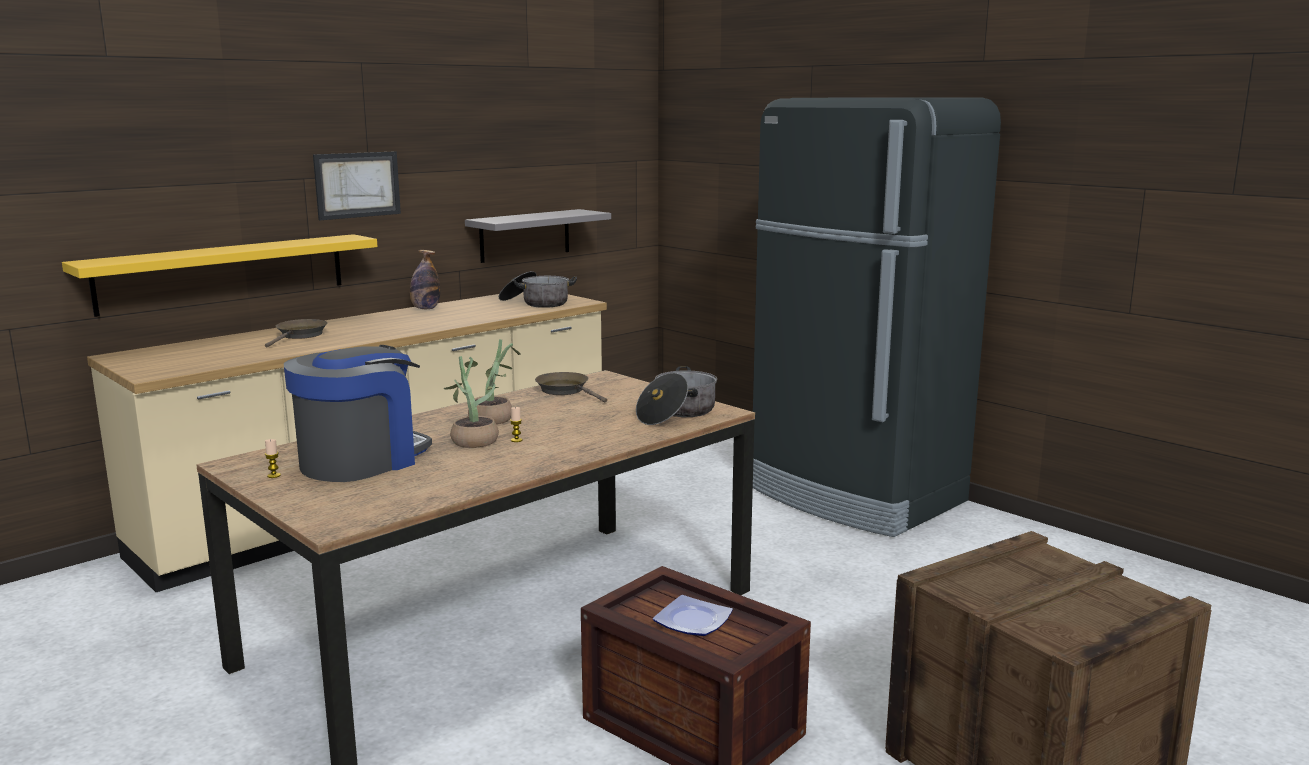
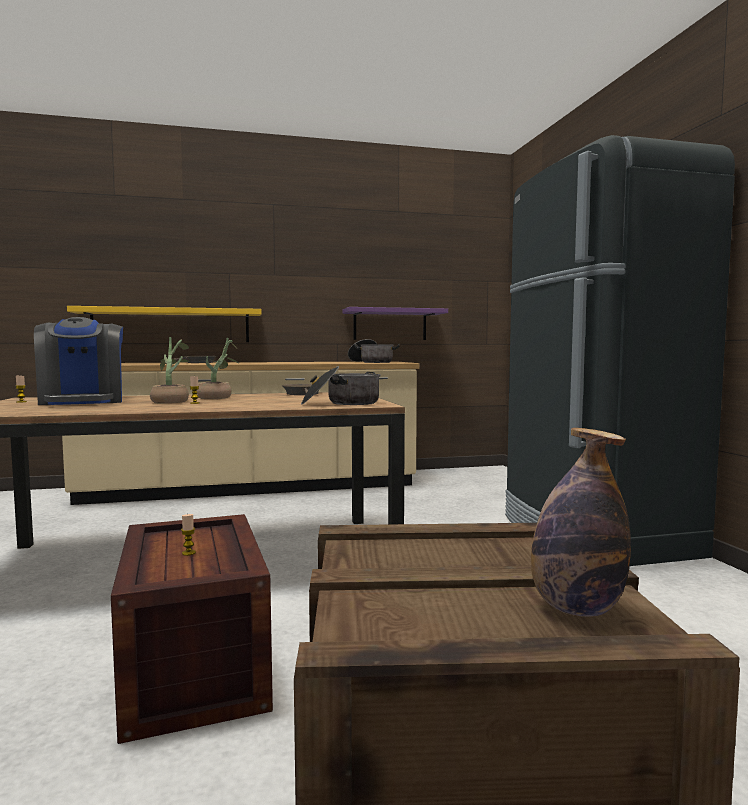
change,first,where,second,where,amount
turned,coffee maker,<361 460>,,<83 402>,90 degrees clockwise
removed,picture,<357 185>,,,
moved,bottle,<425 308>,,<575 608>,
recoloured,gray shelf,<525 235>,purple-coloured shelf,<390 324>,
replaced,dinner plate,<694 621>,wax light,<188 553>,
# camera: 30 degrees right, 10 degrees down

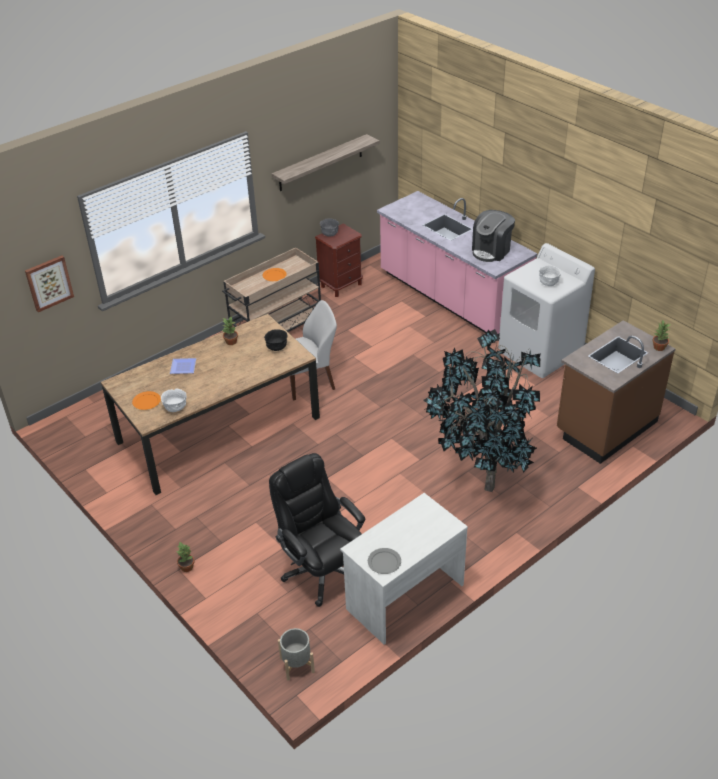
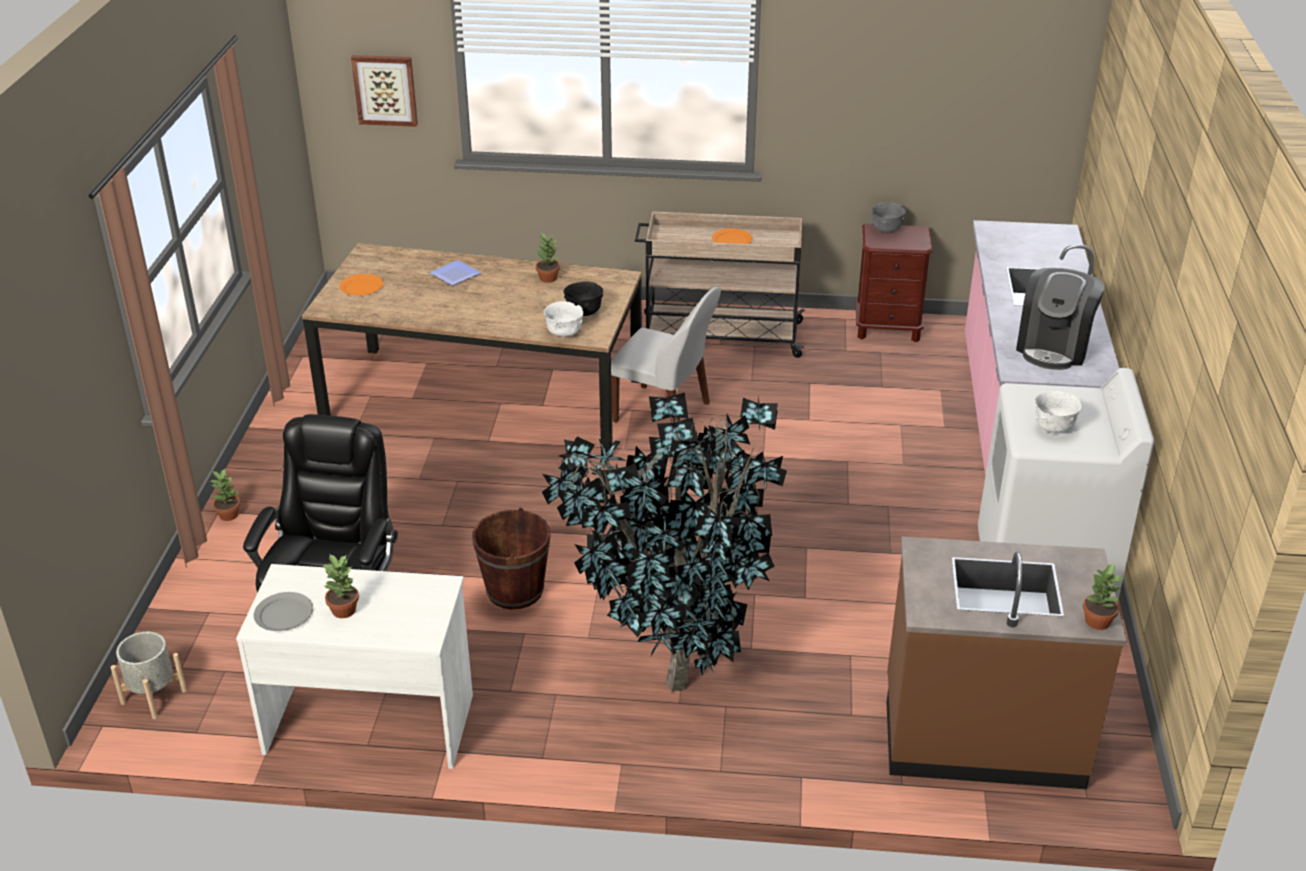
change,first,where,second,where,amount
moved,white serving bowl,<175 408>,,<564 334>,
removed,shelf,<321 163>,,,
turned,coffee maker,<491 251>,,<1053 348>,60 degrees counterclockwise
added,,,plant in a pot,<344 610>,
added,,,brownish water bucket,<515 591>,
# camera: 45 degrees right, 5 degrees down

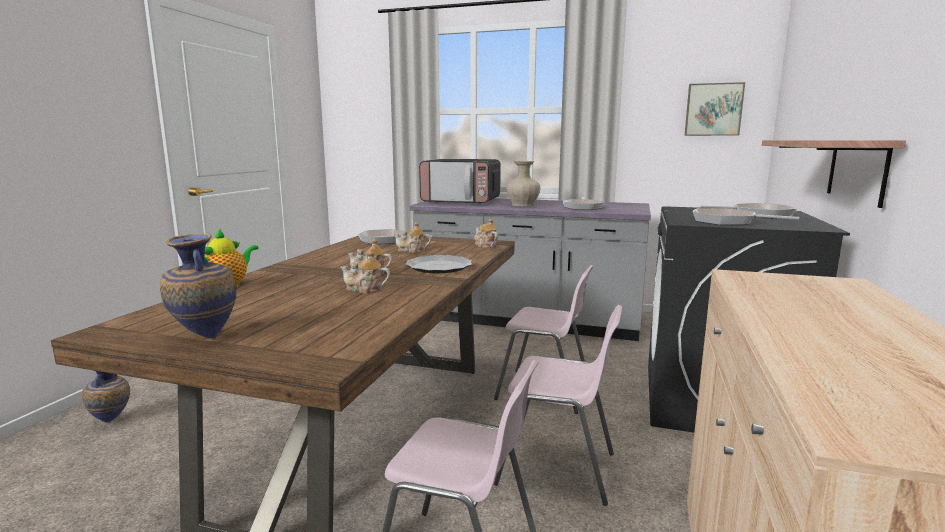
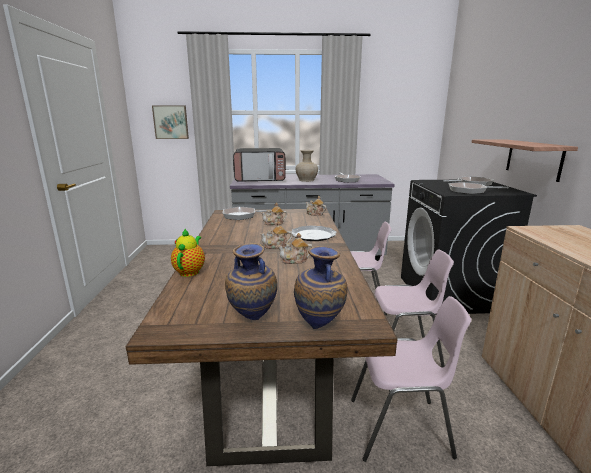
change,first,where,second,where,amount
moved,decorative vase,<111 422>,,<320 327>,
moved,picture,<713 109>,,<171 122>,
# camera: 20 degrees left, 5 degrees up

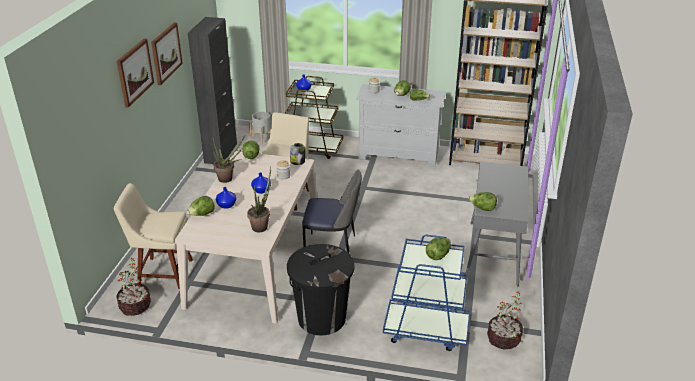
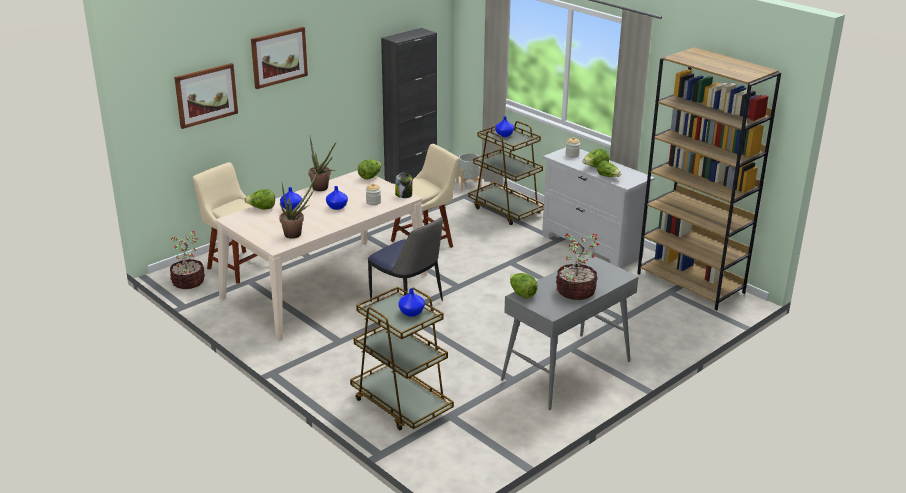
change,first,where,second,where,amount
moved,picture,<166 53>,,<206 95>,
removed,blackish waste bin,<321 318>,,,
recoloured,blue-coloured cart,<425 330>,brownish cart,<401 404>,
replaced,lettuce,<438 255>,blue-coloured decorative vase,<411 312>,
moved,plant in a pot,<504 340>,,<575 292>,
# camera: 35 degrees right, 5 degrees down

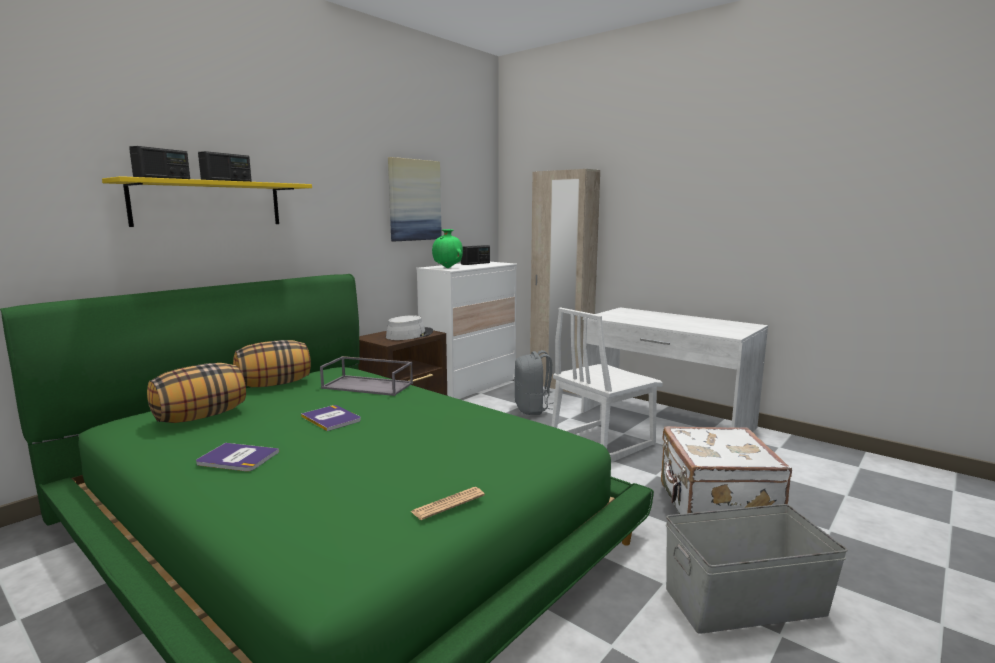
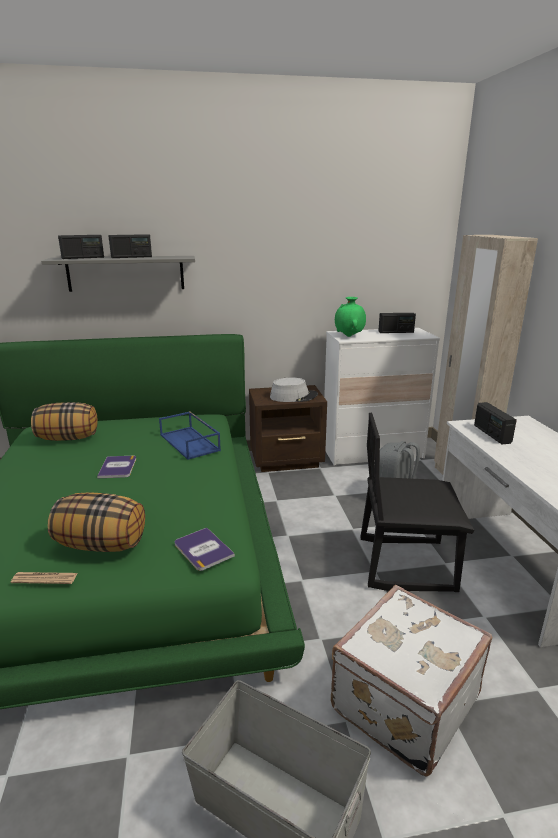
change,first,where,second,where,amount
recoloured,yellow-coloured shelf,<208 204>,gray shelf,<126 273>,
moved,volume,<237 458>,,<203 550>,
moved,cushion,<275 384>,,<102 544>,
recoloured,gray tray,<369 385>,blue-coloured tray,<190 442>,
removed,picture,<414 200>,,,
recoloured,white chair,<601 442>,blackish chair,<405 563>,
added,,,radio set,<491 434>,
# camera: 40 degrees right, 10 degrees up

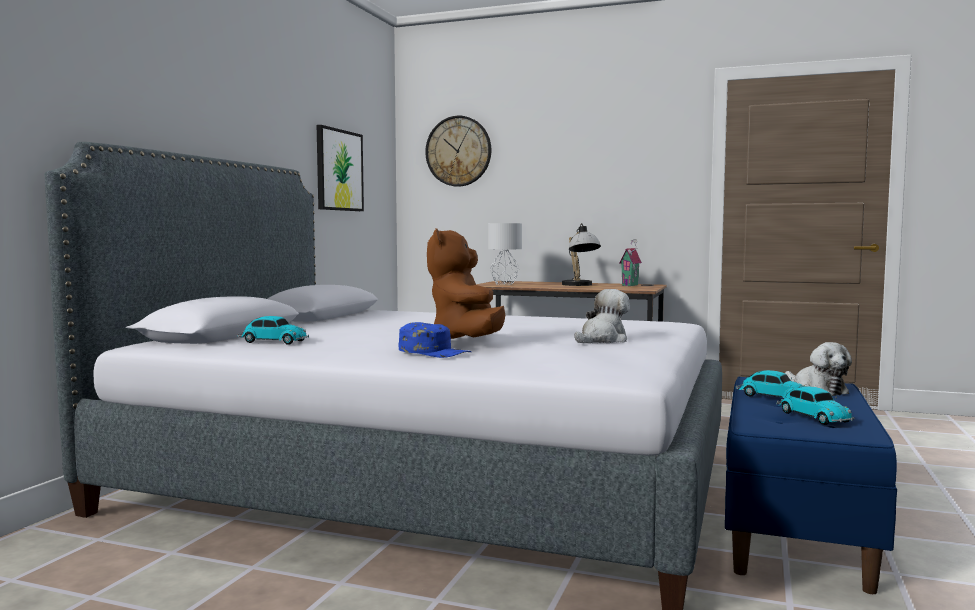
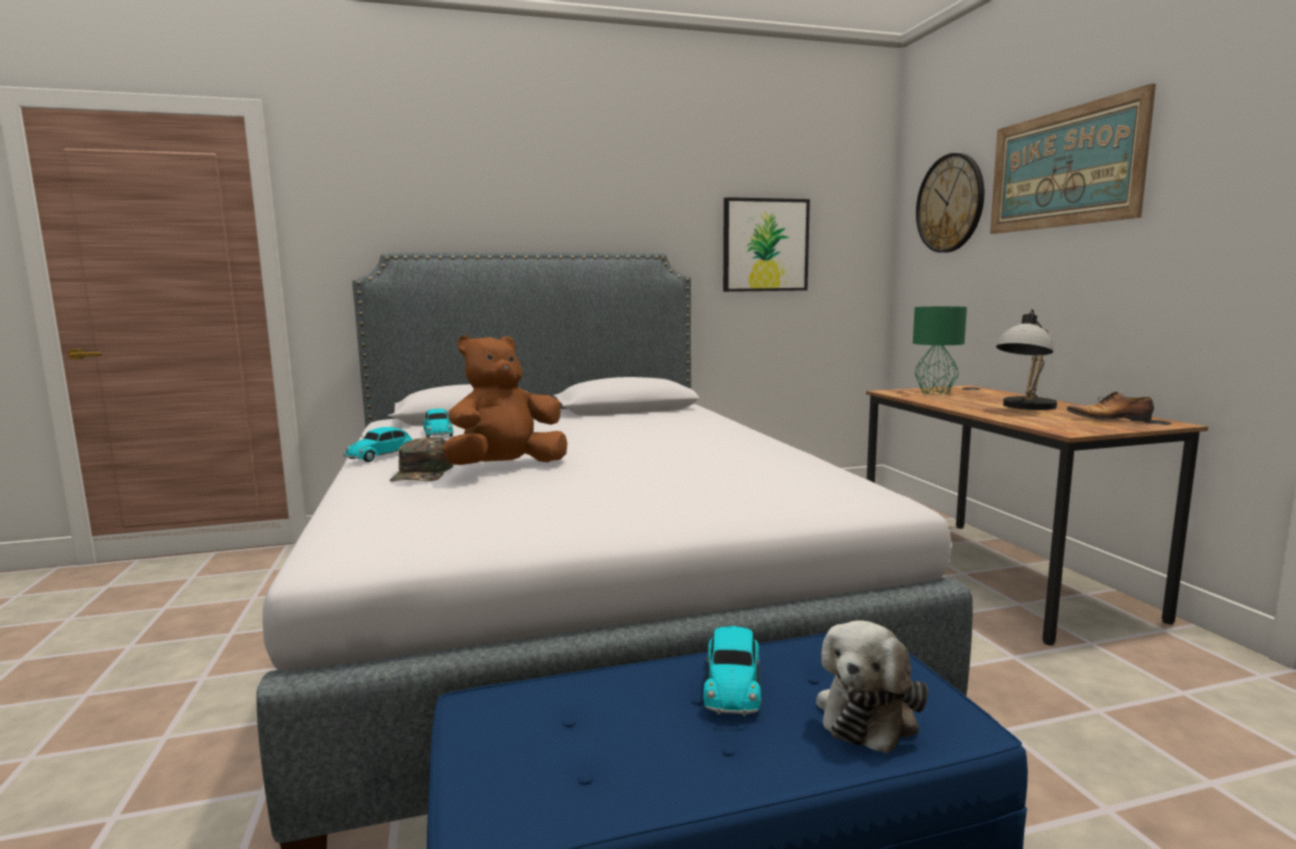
change,first,where,second,where,amount
recoloured,blue-coloured baseball cap,<434 352>,green baseball cap,<423 472>,
recoloured,gray table lamp,<504 284>,green table lamp,<934 392>,
removed,plush toy,<602 340>,,,
replaced,miniature house,<631 285>,item of footwear,<1110 419>,
moved,toy car,<812 417>,,<384 455>,
added,,,picture,<1063 168>,
# camera: 55 degrees right, 5 degrees up

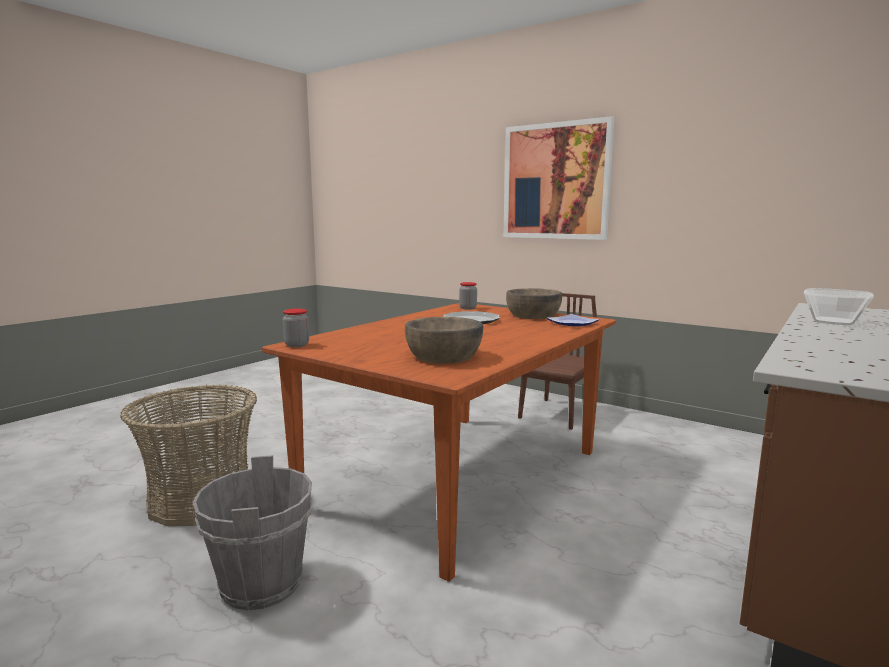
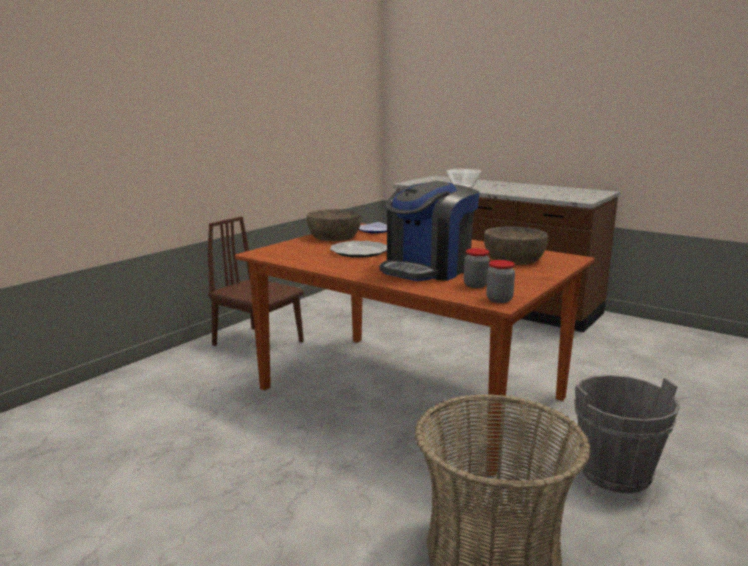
change,first,where,second,where,amount
moved,preserve jar,<468 308>,,<475 285>,
removed,picture,<556 181>,,,
added,,,coffee maker,<428 269>,
# camera: 90 degrees left, 5 degrees up

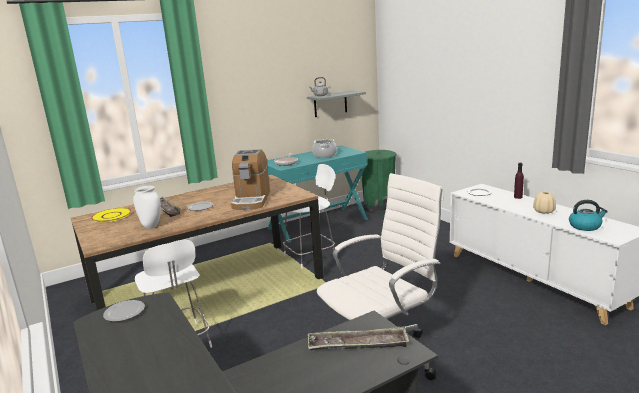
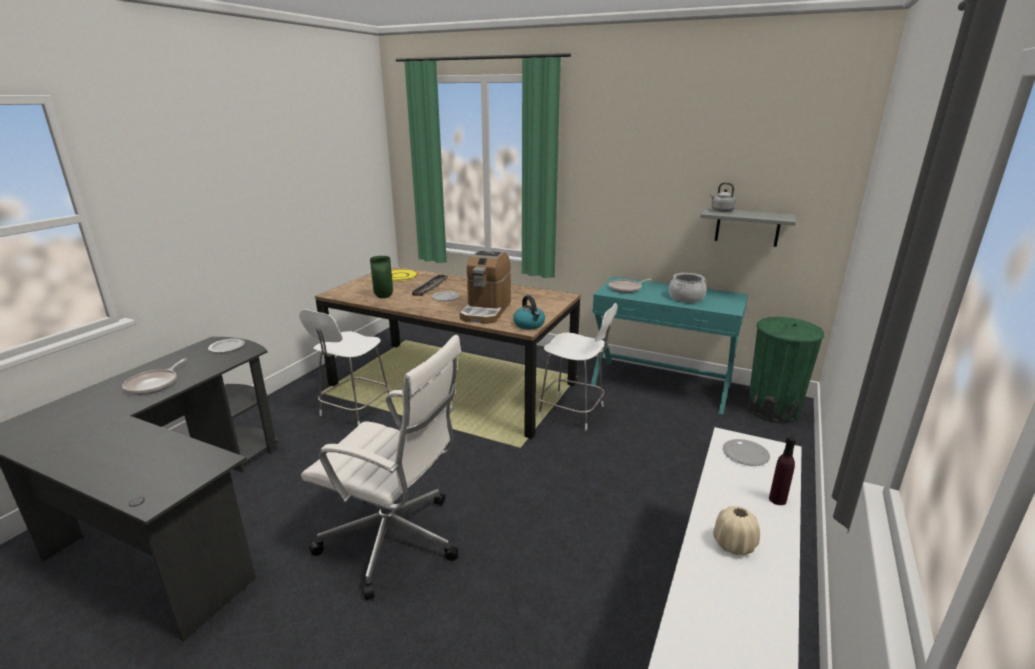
change,first,where,second,where,amount
recoloured,white decorative vase,<152 226>,green decorative vase,<384 297>,
turned,coffee maker,<251 200>,,<486 310>,45 degrees counterclockwise
removed,tray,<358 344>,,,
moved,tea kettle,<585 226>,,<529 325>,
added,,,pan,<154 384>,
# camera: 55 degrees right, 5 degrees up

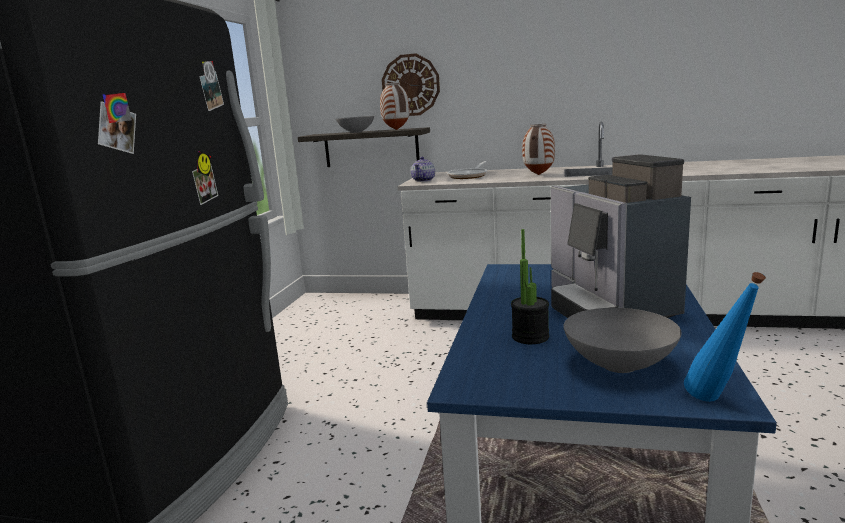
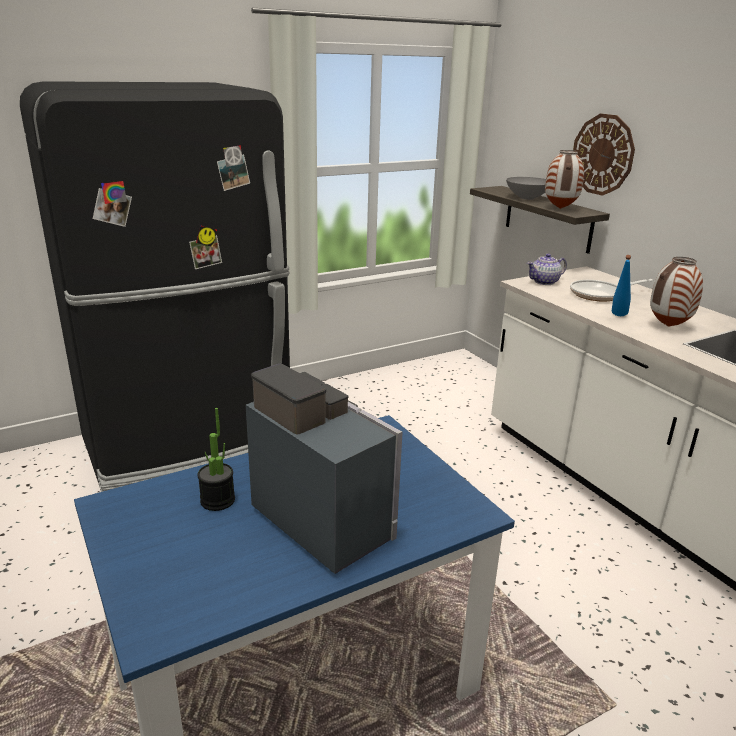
change,first,where,second,where,amount
turned,coffee maker,<607 307>,,<325 517>,105 degrees clockwise
removed,gray serving bowl,<621 366>,,,
moved,blue-coloured bottle,<717 403>,,<617 316>,
# camera: 45 degrees right, 10 degrees up

